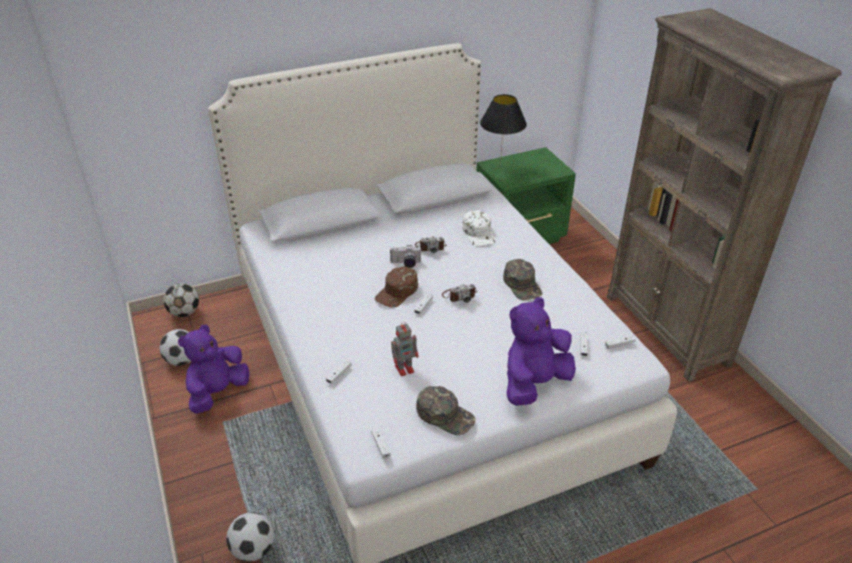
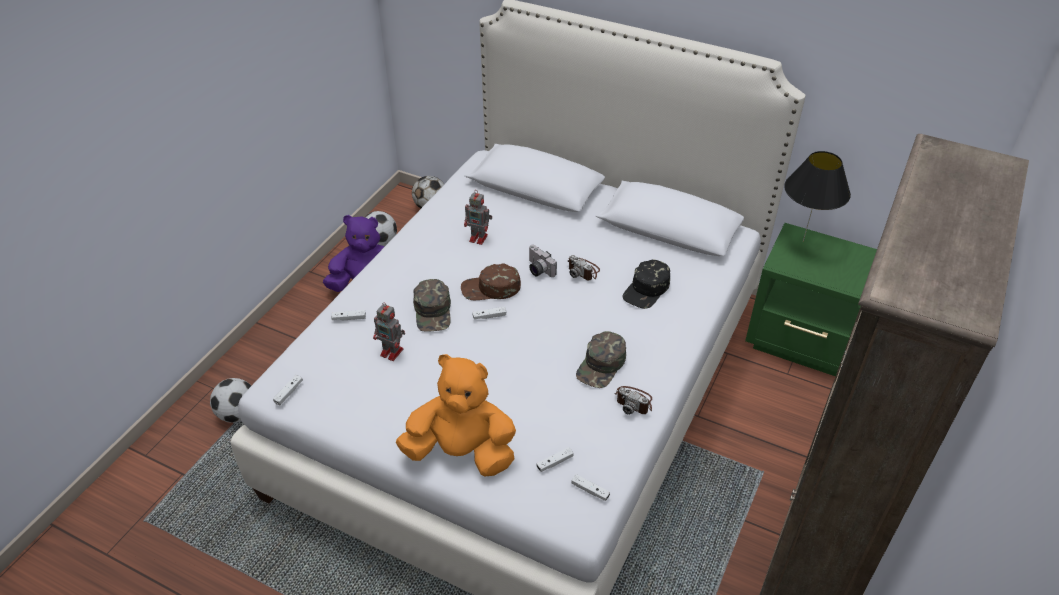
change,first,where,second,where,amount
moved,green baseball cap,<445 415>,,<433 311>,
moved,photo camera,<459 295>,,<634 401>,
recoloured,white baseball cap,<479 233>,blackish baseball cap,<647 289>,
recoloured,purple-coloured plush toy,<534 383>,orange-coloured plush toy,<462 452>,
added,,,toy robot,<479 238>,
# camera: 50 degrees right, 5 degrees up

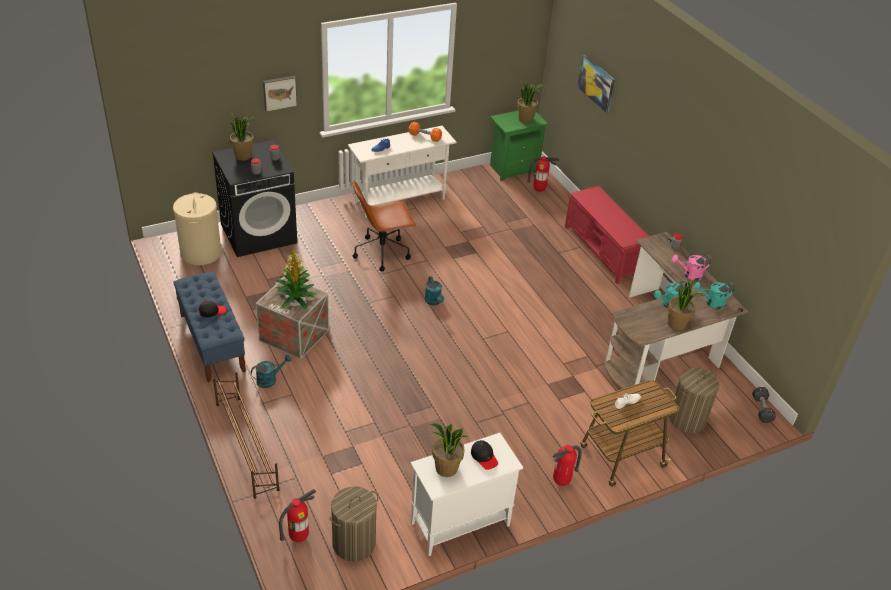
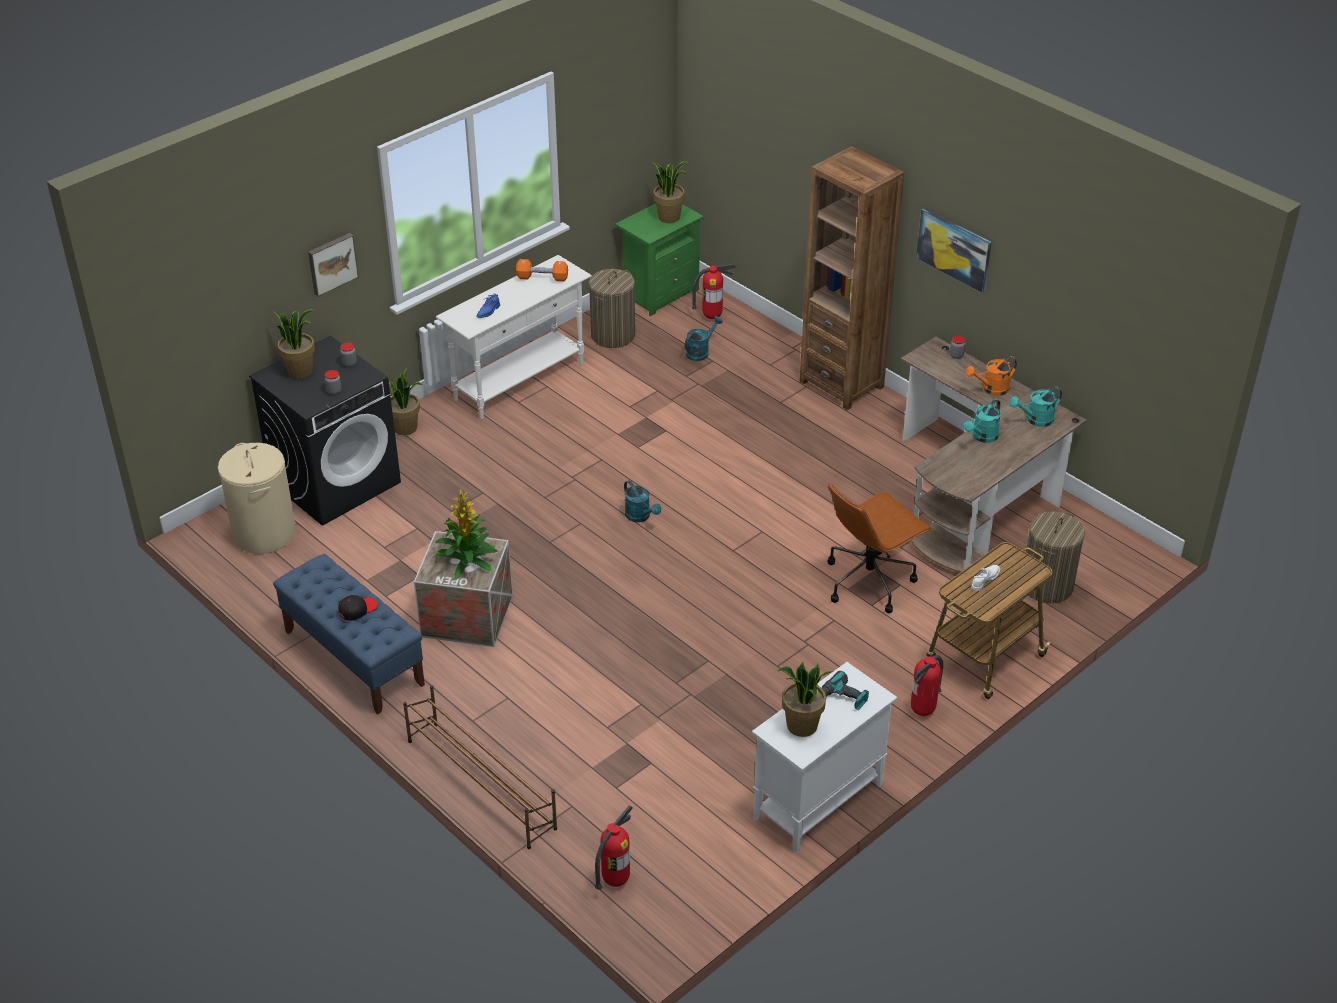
change,first,where,second,where,amount
moved,turquoise sprinkling can,<270 379>,,<700 352>,
moved,washing basket,<354 543>,,<613 335>,
moved,brownish office chair,<382 252>,,<869 581>,
replaced,blackish baseball cap,<484 457>,drill,<842 698>,
replaced,reddish long seat,<604 251>,brownish shelving unit,<841 384>,
moved,picture,<596 83>,,<954 249>,
moved,plant in a pot,<677 324>,,<406 428>,
recoloured,pink sprinkling can,<689 275>,orange-coloured sprinkling can,<991 389>,
removed,blackish hand weight,<761 409>,,,
# camera: 15 degrees left, 0 degrees up

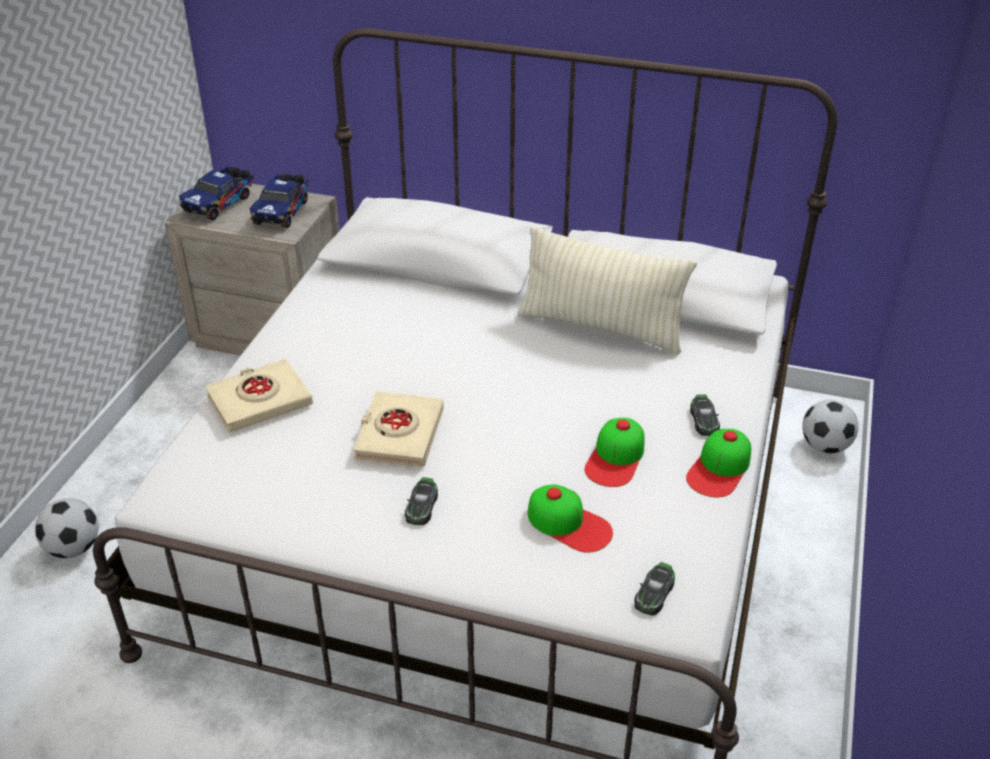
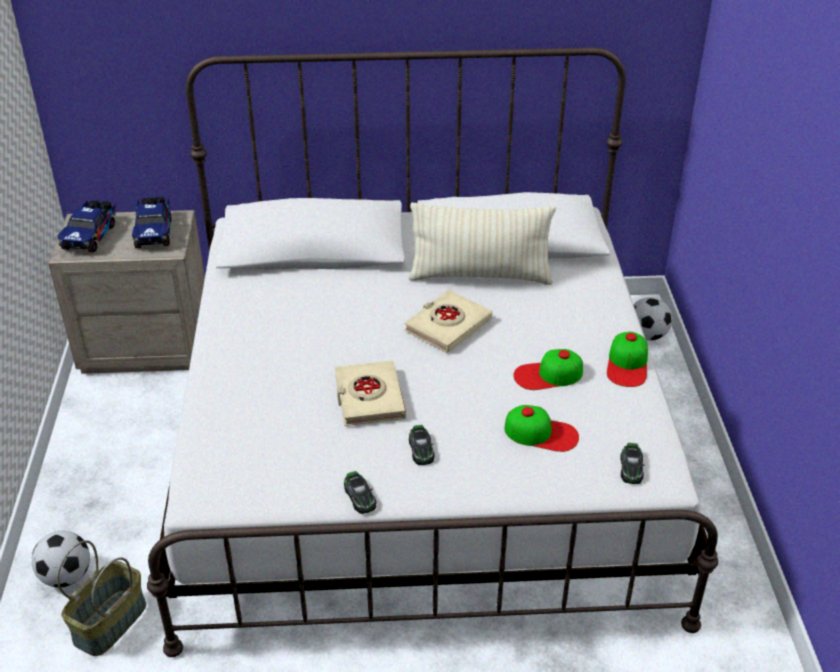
change,first,where,second,where,amount
moved,sand-coloured volume,<259 401>,,<447 326>,
turned,baseball cap,<616 458>,,<548 375>,75 degrees clockwise
moved,toy car,<704 420>,,<359 496>,
added,,,basket,<109 622>,
# camera: 20 degrees left, 0 degrees up

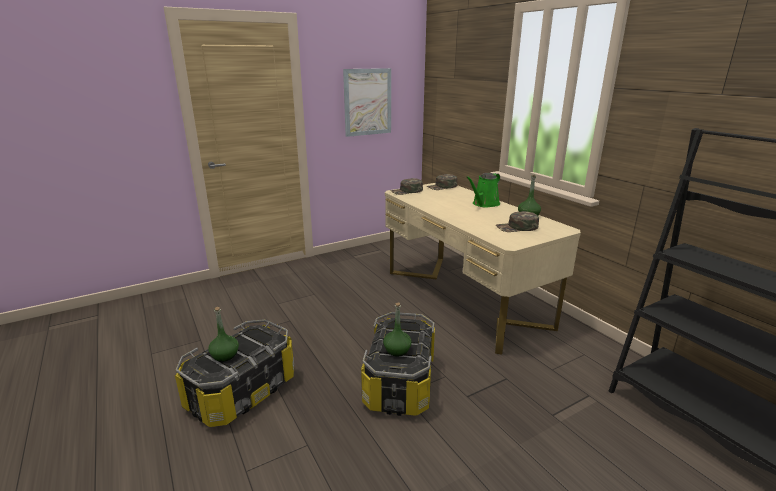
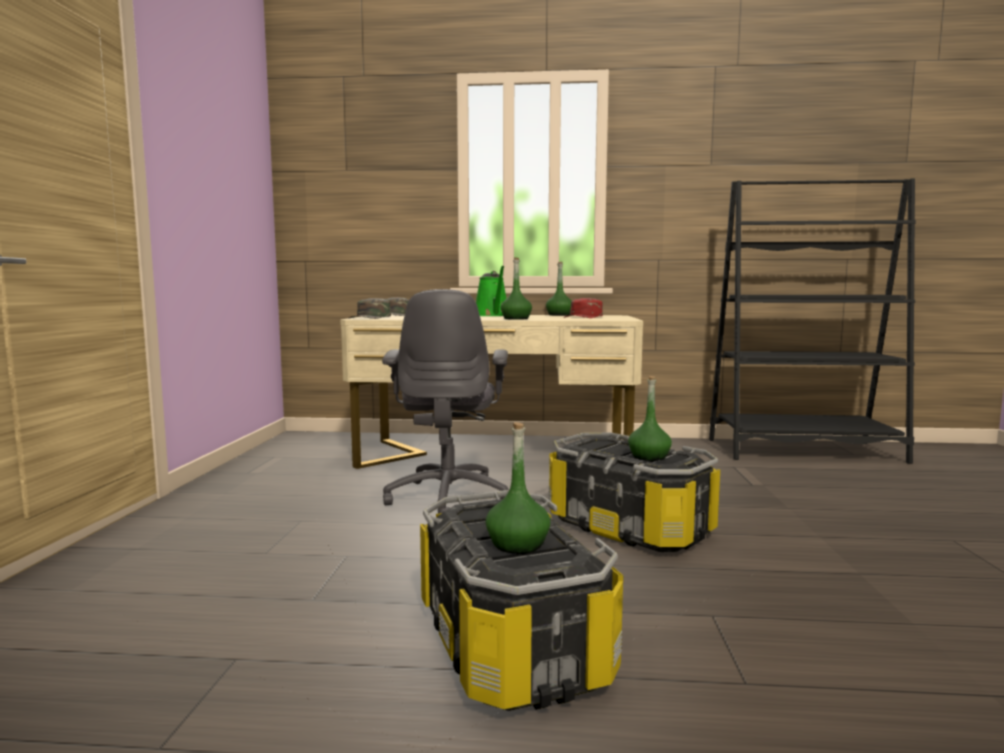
change,first,where,second,where,amount
removed,picture,<367 102>,,,
recoloured,green baseball cap,<517 227>,reddish baseball cap,<584 317>,
added,,,gray office chair,<449 496>,
added,,,green bottle,<516 319>,
# camera: 55 degrees left, 15 degrees down

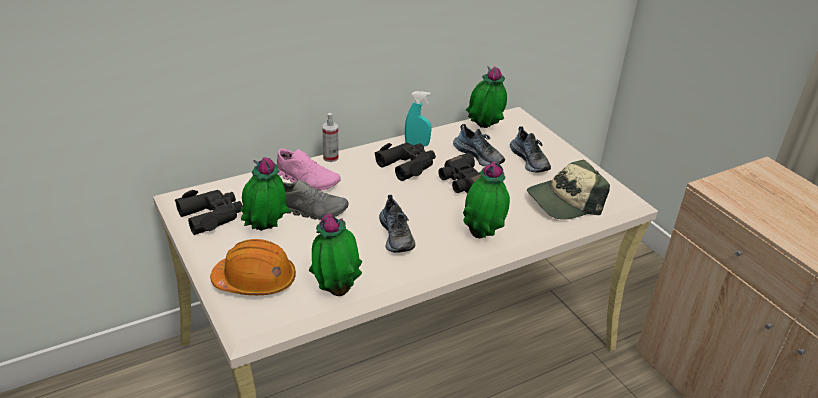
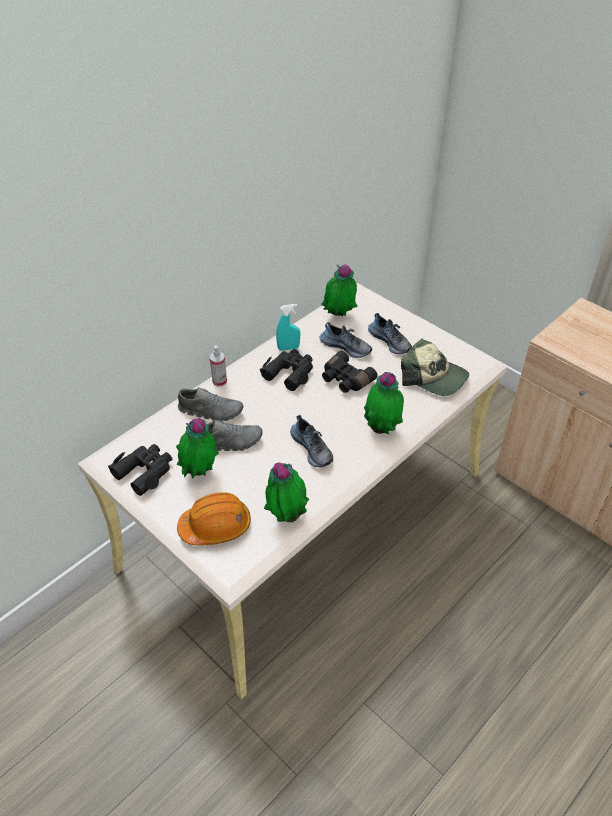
change,first,where,second,where,amount
recoloured,pink item of footwear,<308 180>,gray item of footwear,<211 411>,
turned,baseball cap,<564 201>,,<433 377>,105 degrees counterclockwise
# camera: 15 degrees left, 10 degrees up

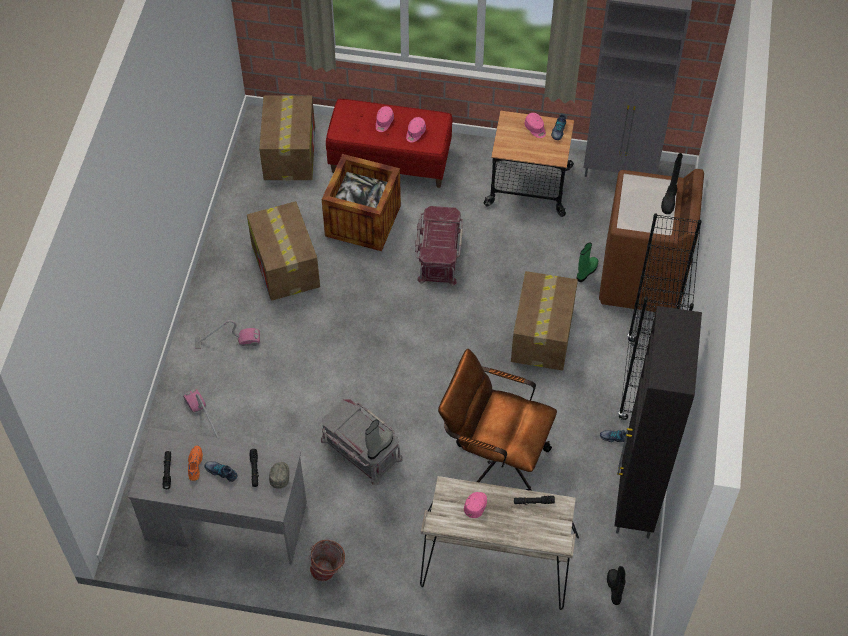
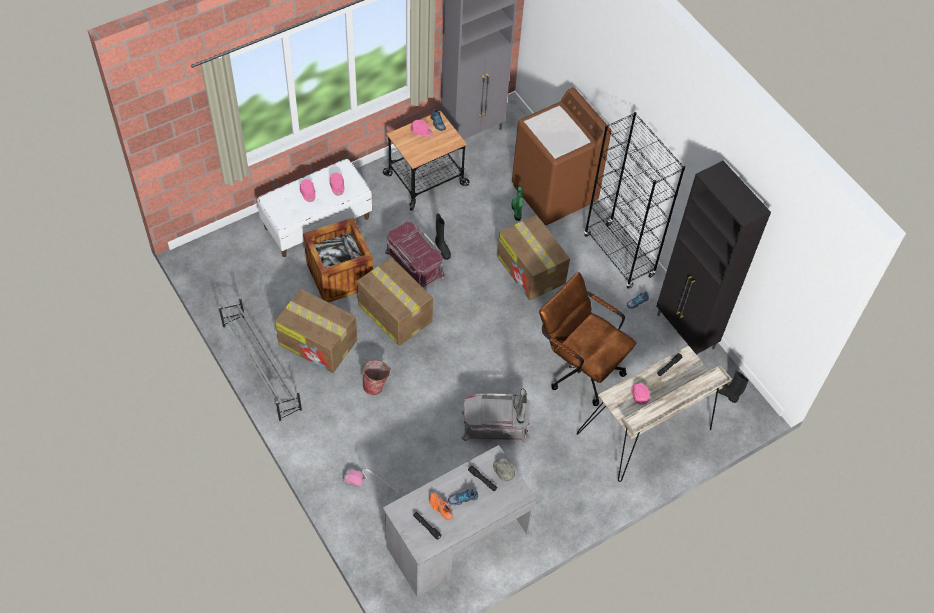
change,first,where,second,where,amount
removed,vacuum,<227 341>,,,
moved,packing box,<289 152>,,<394 313>,
moved,water bucket,<328 571>,,<376 385>,
recoloured,reddish long seat,<390 161>,white long seat,<317 223>,
turned,brownish office chair,<494 455>,,<579 367>,60 degrees clockwise
moved,blackish tall boot,<669 200>,,<442 248>,
added,,,gray shoe stand,<261 367>,
# camera: 45 degrees left, 0 degrees up

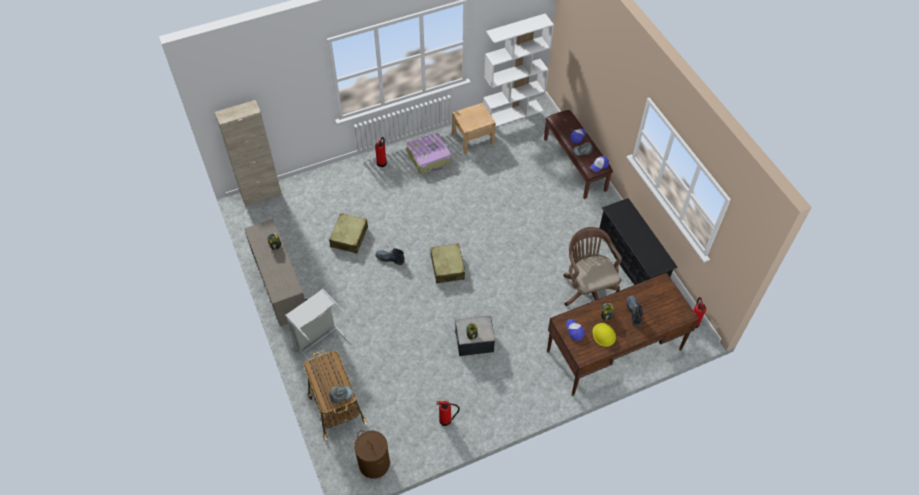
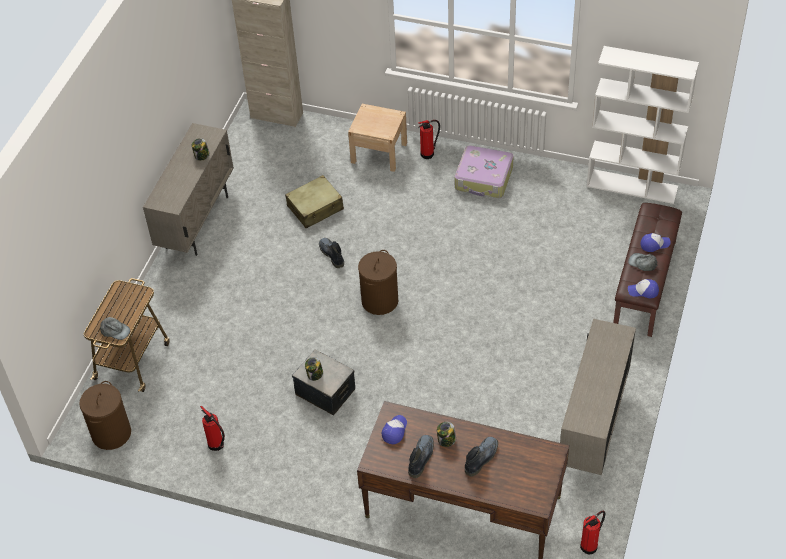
change,first,where,second,where,amount
removed,gray washing basket,<320 341>,,,
replaced,sand-coloured suitcase,<447 267>,brownish washing basket,<380 300>,
moved,sand-coloured night table,<473 139>,,<379 153>,
removed,brownish office chair,<587 289>,,,
replaced,yellow-coloured safety helmet,<604 335>,tall boot,<421 457>,
replaced,blackish shoe stand,<631 260>,sand-coloured storage cabinet,<593 430>,
# camera: 45 degrees right, 5 degrees down

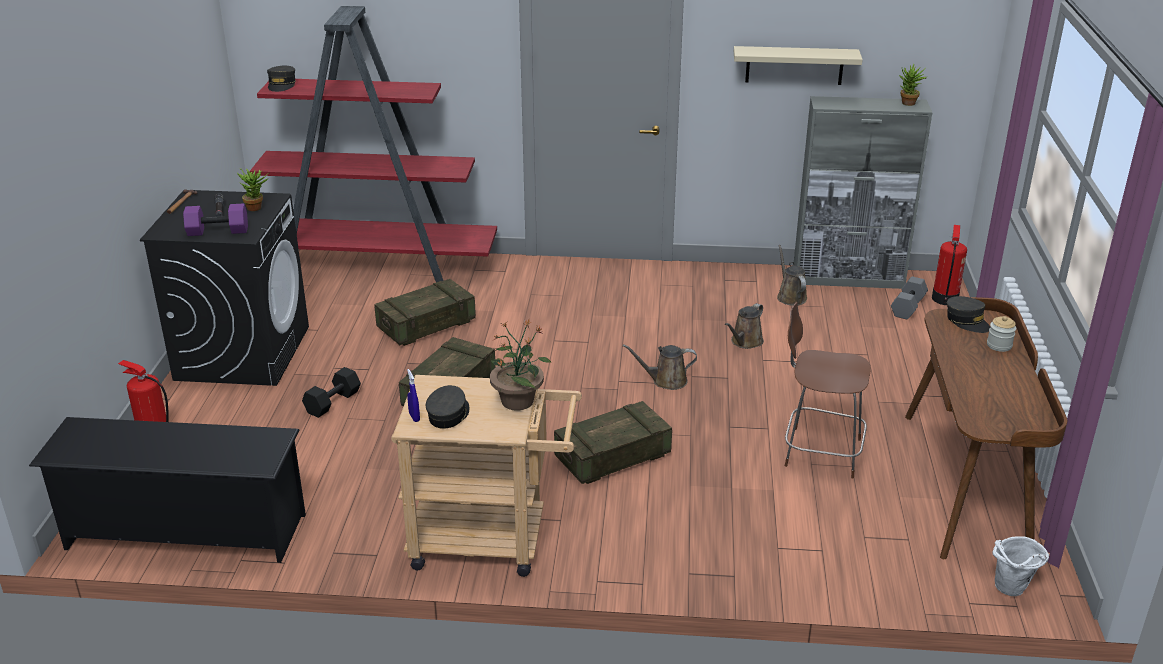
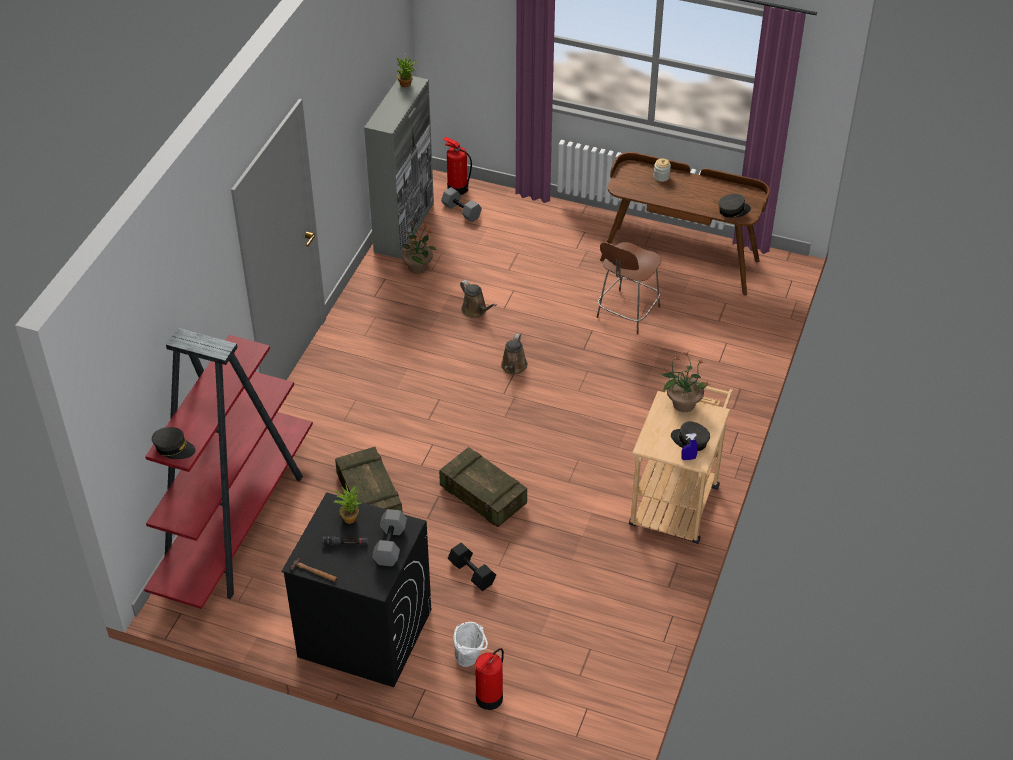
change,first,where,second,where,amount
removed,blackish shoe stand,<185 532>,,,
recoloured,purple-coloured hand weight,<217 232>,gray hand weight,<391 545>,
removed,shipping crate,<612 457>,,,
removed,sand-coloured shelf,<794 65>,,,
replaced,brownish sprinkling can,<790 296>,plant in a pot,<418 267>,
moved,gray baseball cap,<967 321>,,<733 210>,
moved,white water bucket,<1010 591>,,<470 660>,
# camera: 75 degrees left, 15 degrees up

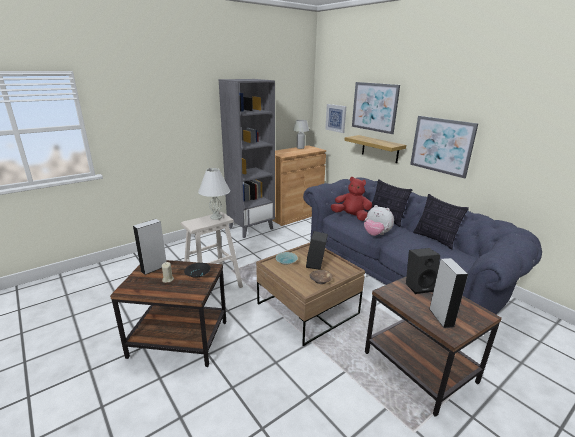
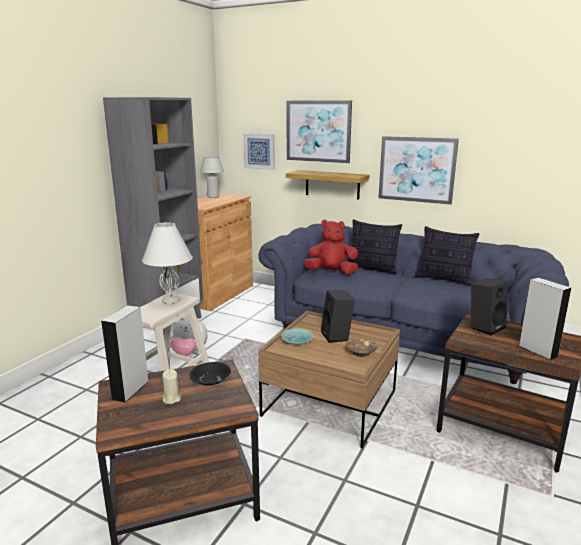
change,first,where,second,where,amount
moved,plush toy,<376 234>,,<189 353>,
# camera: 25 degrees left, 5 degrees down

